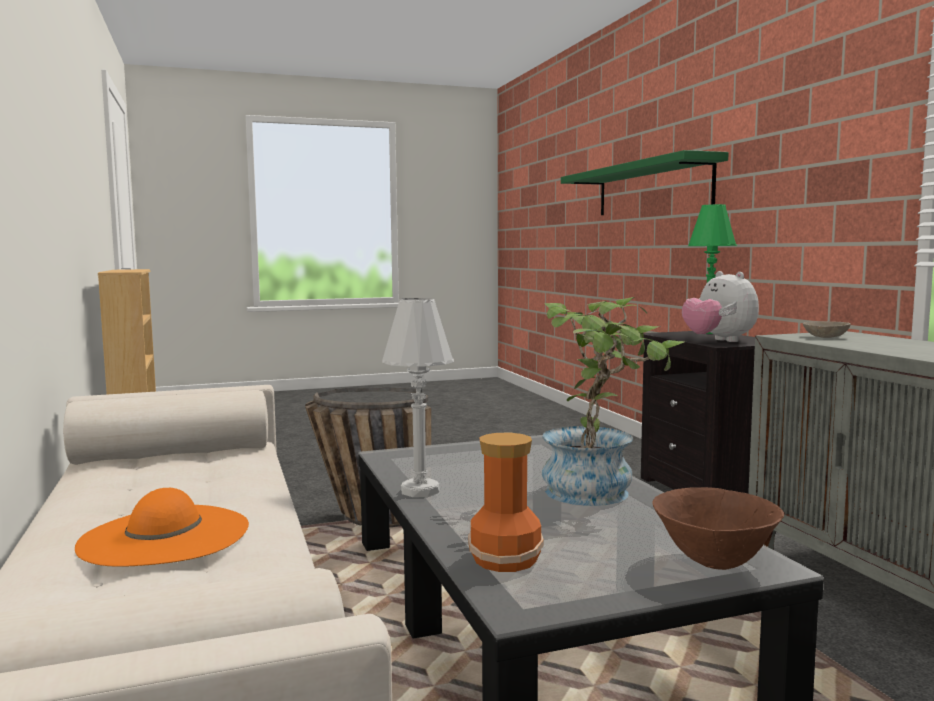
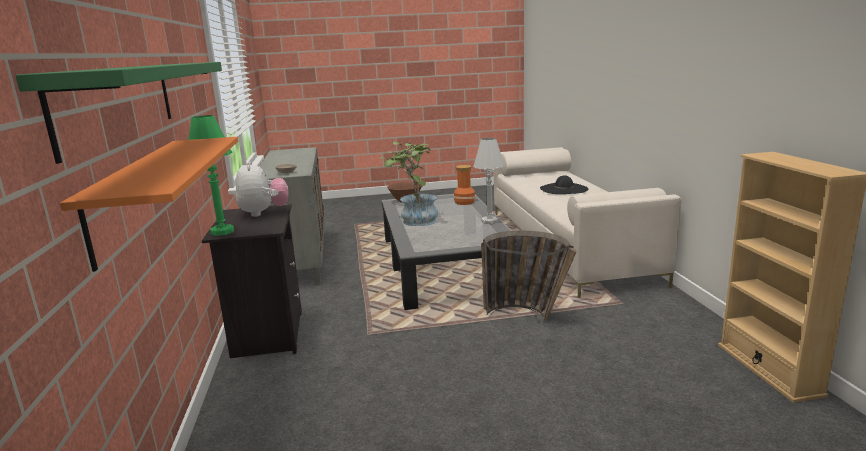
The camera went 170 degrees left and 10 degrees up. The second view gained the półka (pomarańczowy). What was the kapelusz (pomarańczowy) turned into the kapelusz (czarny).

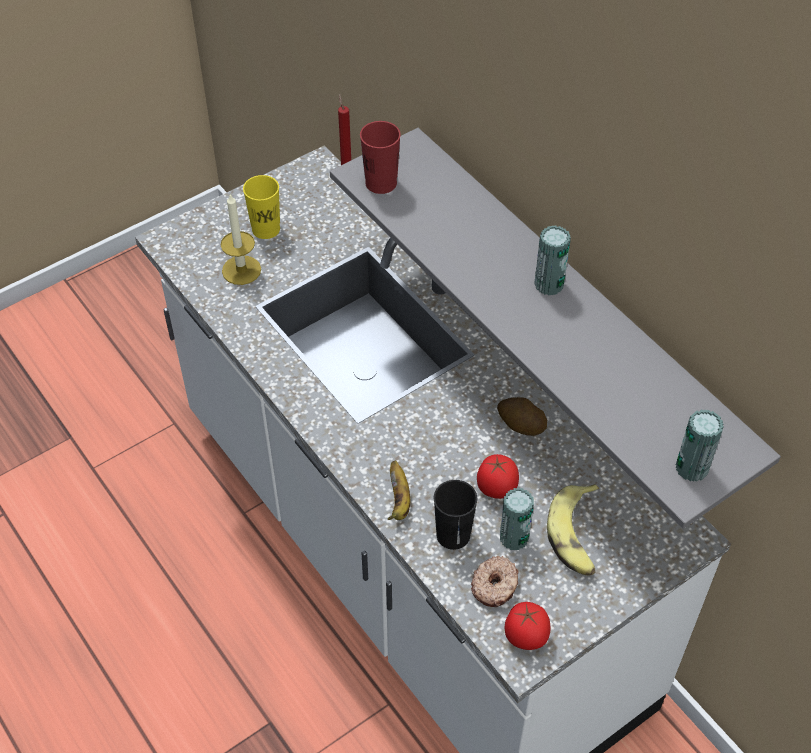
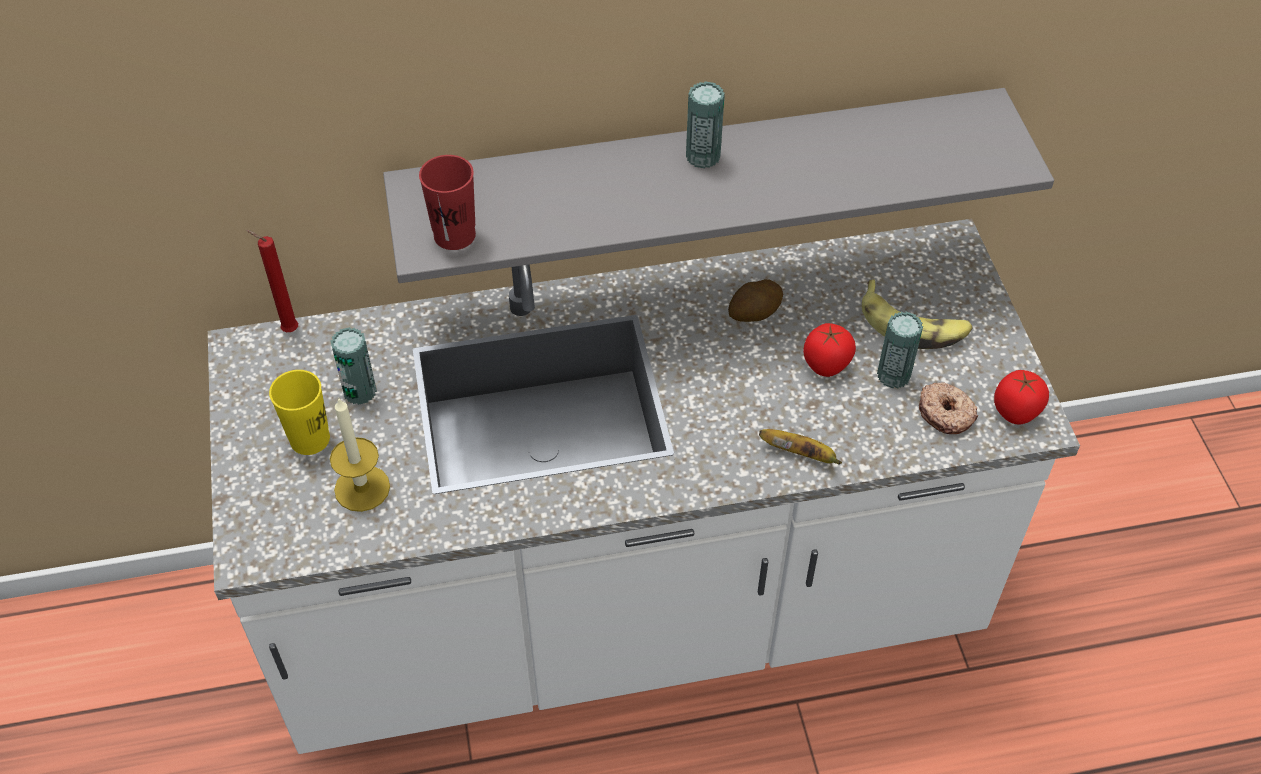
The camera went 65 degrees left and 0 degrees up. The puszka (3rd from left in the first image) ended up elsewhere. The second view lost the filiżanka (czarny).

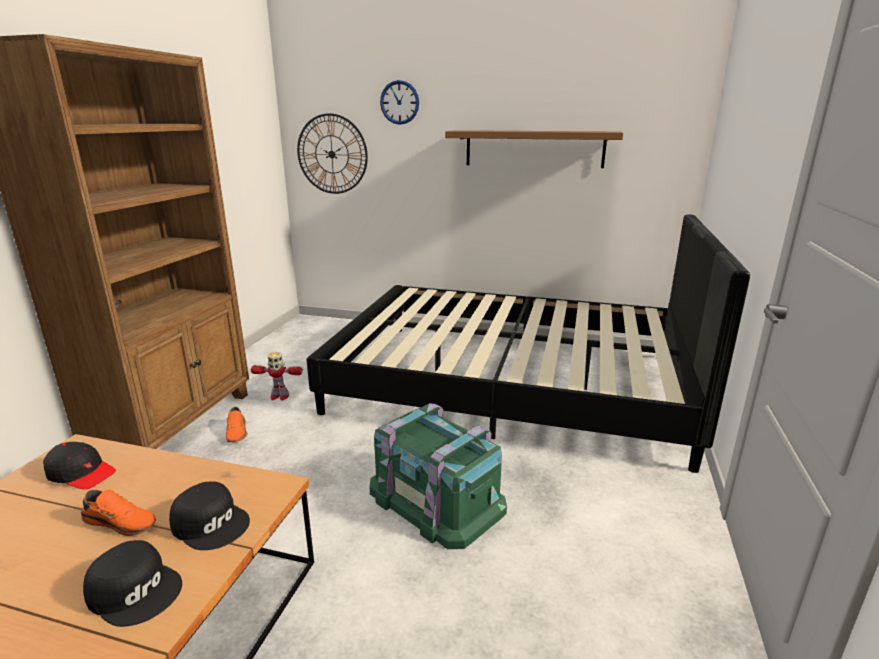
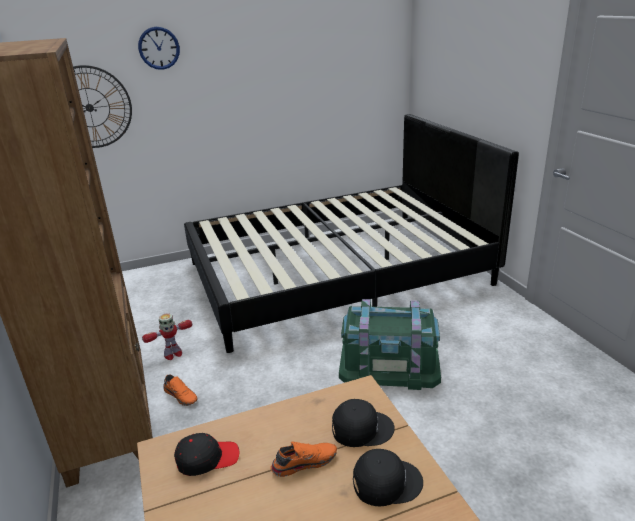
The camera went 35 degrees left and 5 degrees up. The second view lost the półka (brązowy).

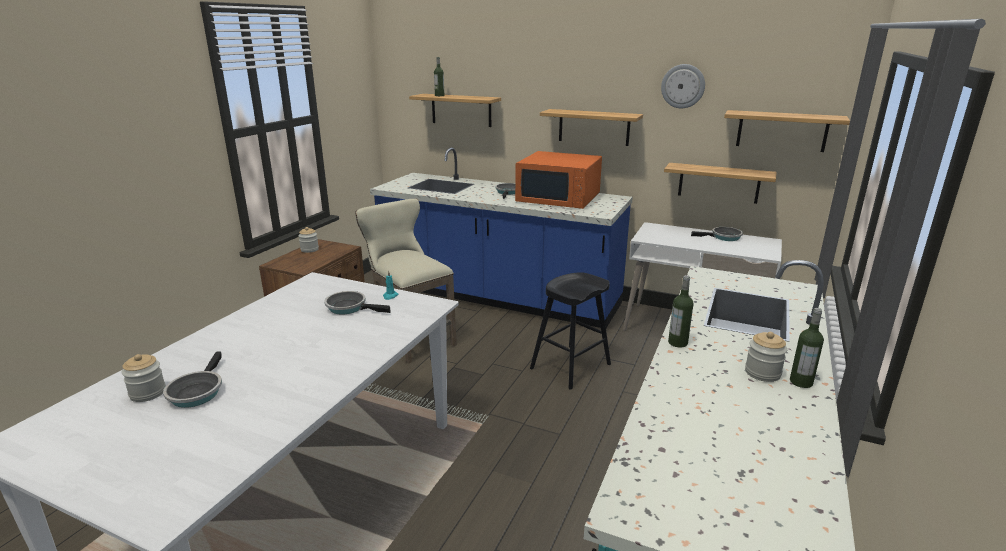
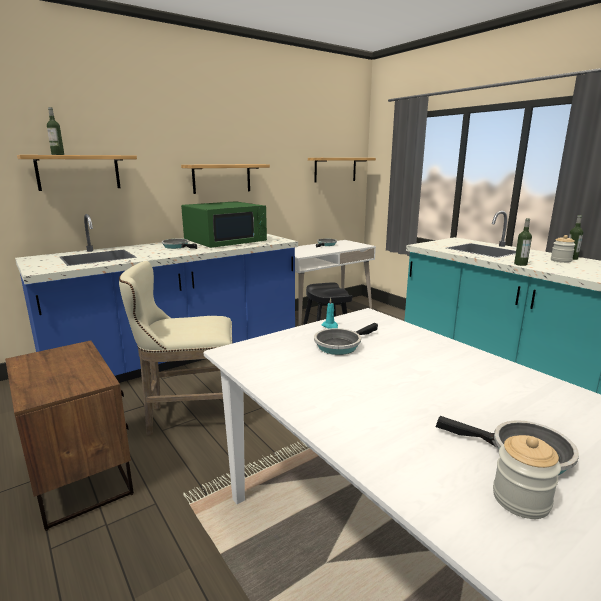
The camera went 60 degrees left and 5 degrees down. What was the mikrofalówka (pomarańczowy) turned into the mikrofalówka (zielony). The second view lost the słoik (2nd from left). The second view lost the zegar ścienny. The second view lost the półka (3rd from left).

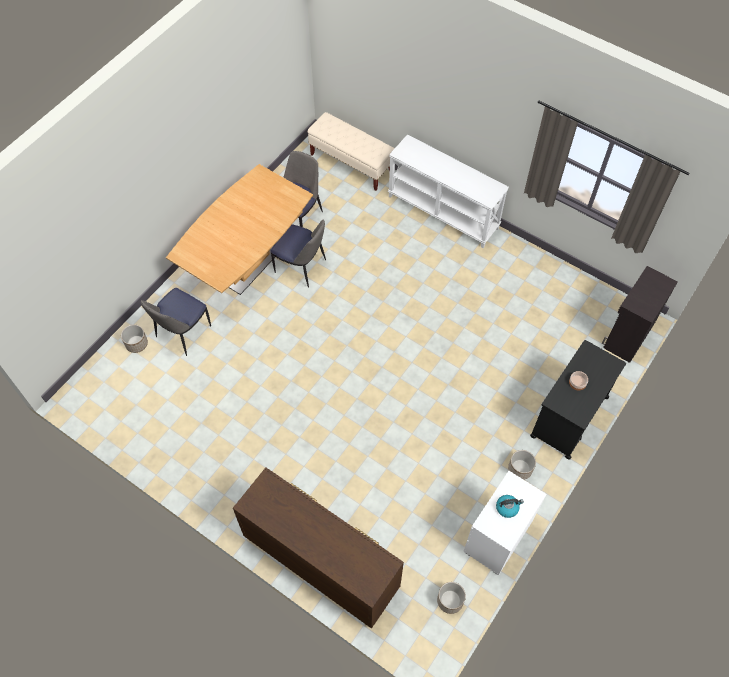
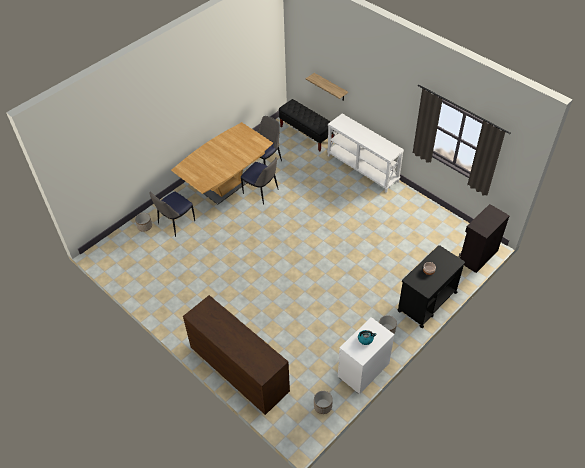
The camera went 10 degrees right and 10 degrees down. What was the ławka (beżowy) turned into the ławka (czarny). The second view gained the półka.

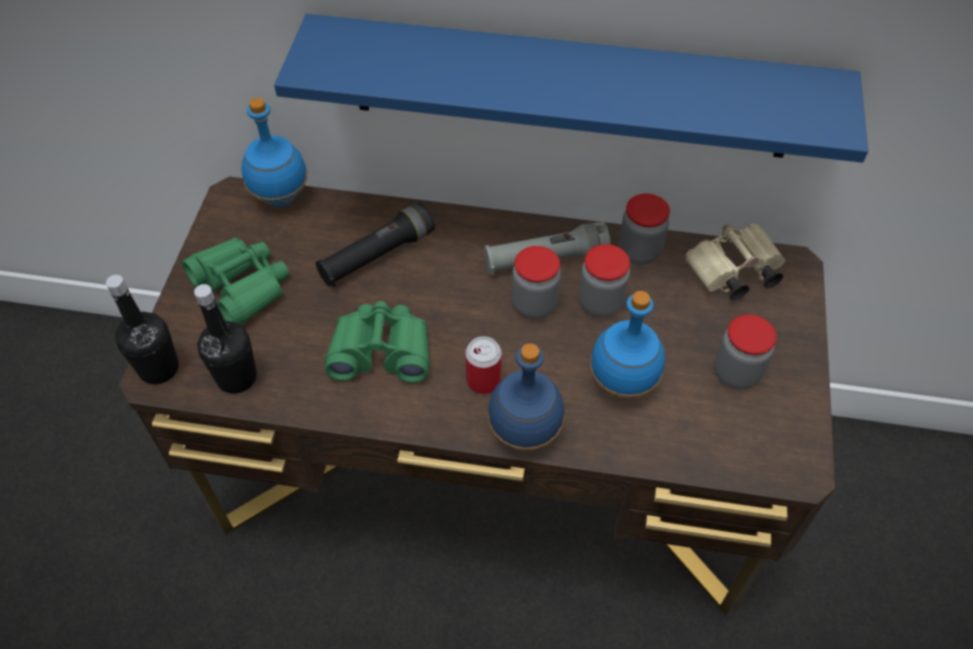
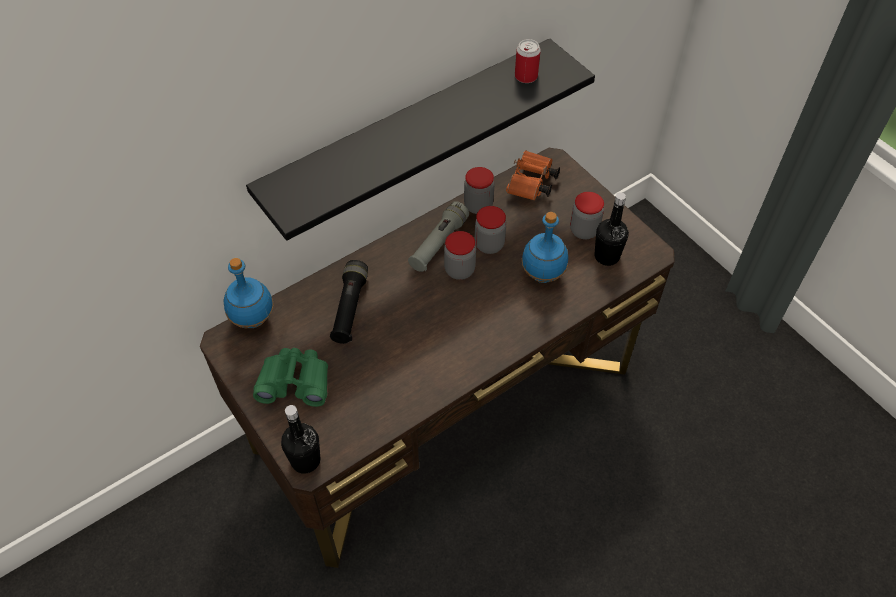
The camera went 45 degrees left and 0 degrees up. What was the półka (niebieski) turned into the półka (czarny). What was the lornetka (beżowy) turned into the lornetka (pomarańczowy). The puszka ended up elsewhere. The butelka (czarny) (2nd from left) ended up elsewhere. The second view lost the lornetka (zielony) (2nd from left). The second view lost the butelka (niebieski) (2nd from left).

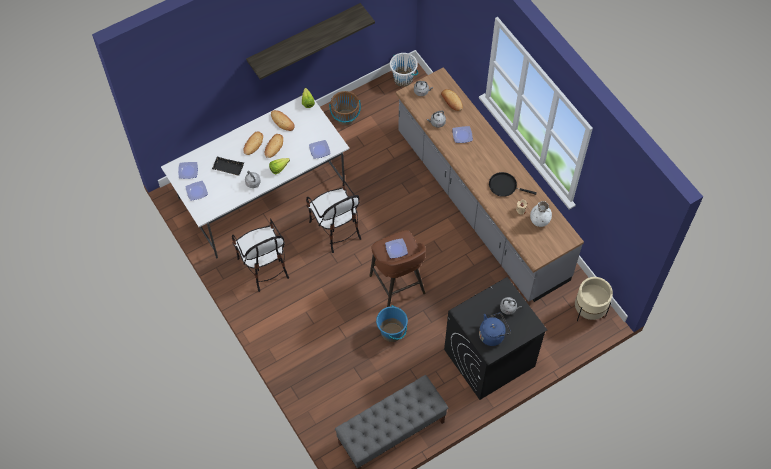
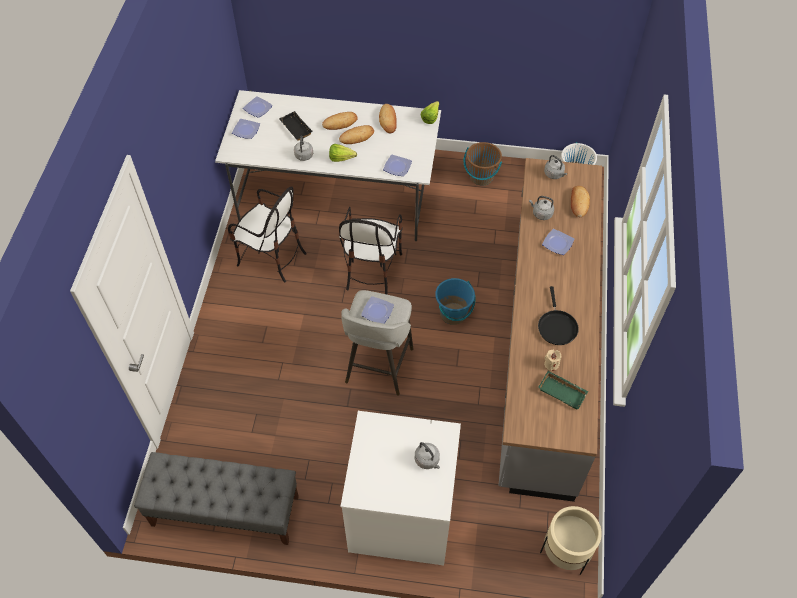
The camera went 40 degrees right and 5 degrees down. The krzesło (1st from left) ended up facing another way, 75 degrees counterclockwise from before. What was the pralka (czarny) turned into the pralka (biały). What was the stołek (brązowy) turned into the stołek (szary). The wiadro (niebieski) ended up elsewhere. The patelnia (czarny) ended up facing another way, 150 degrees counterclockwise from before. Where the wazon (biały) stood, the taca (zielony) came to stand. The second view lost the półka. The second view lost the czajnik (niebieski).

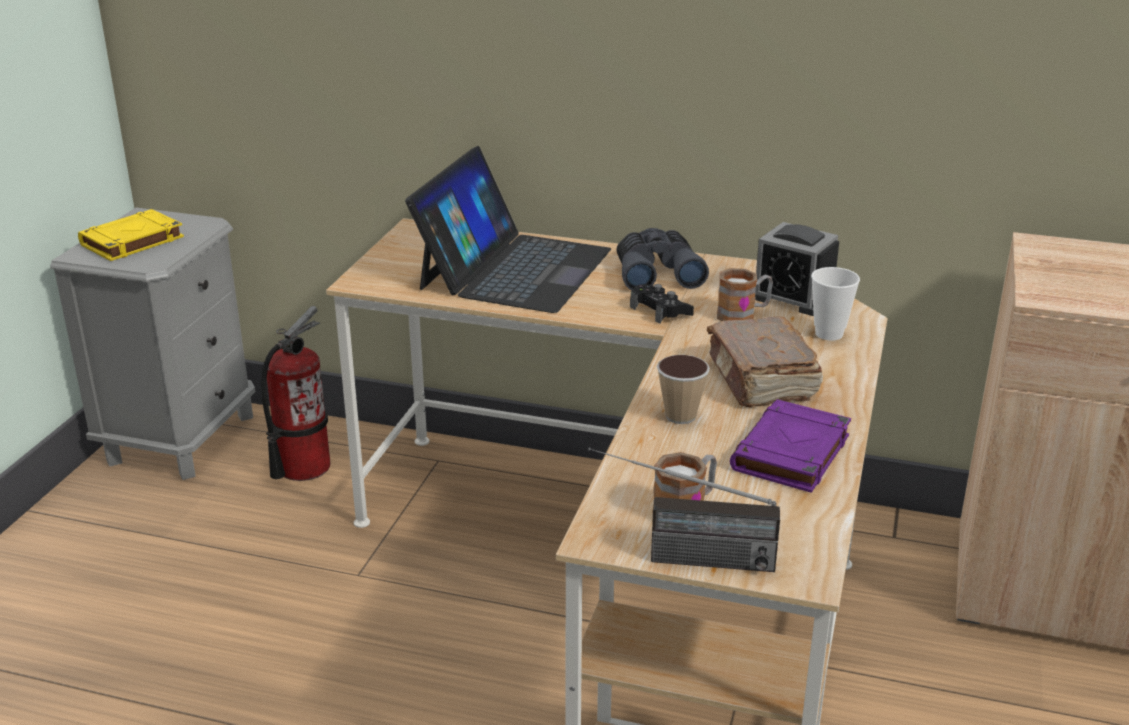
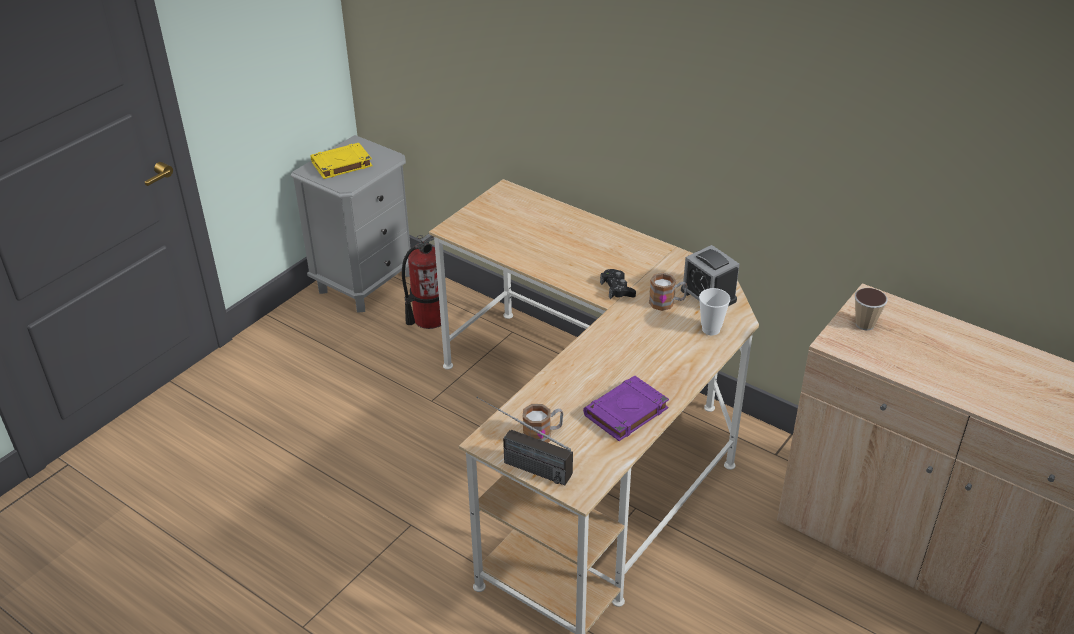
The camera went 20 degrees right and 10 degrees up. The filiżanka (1st from left in the first image) ended up elsewhere. The second view lost the laptop. The second view lost the lornetka (szary). The second view lost the książka (brązowy).

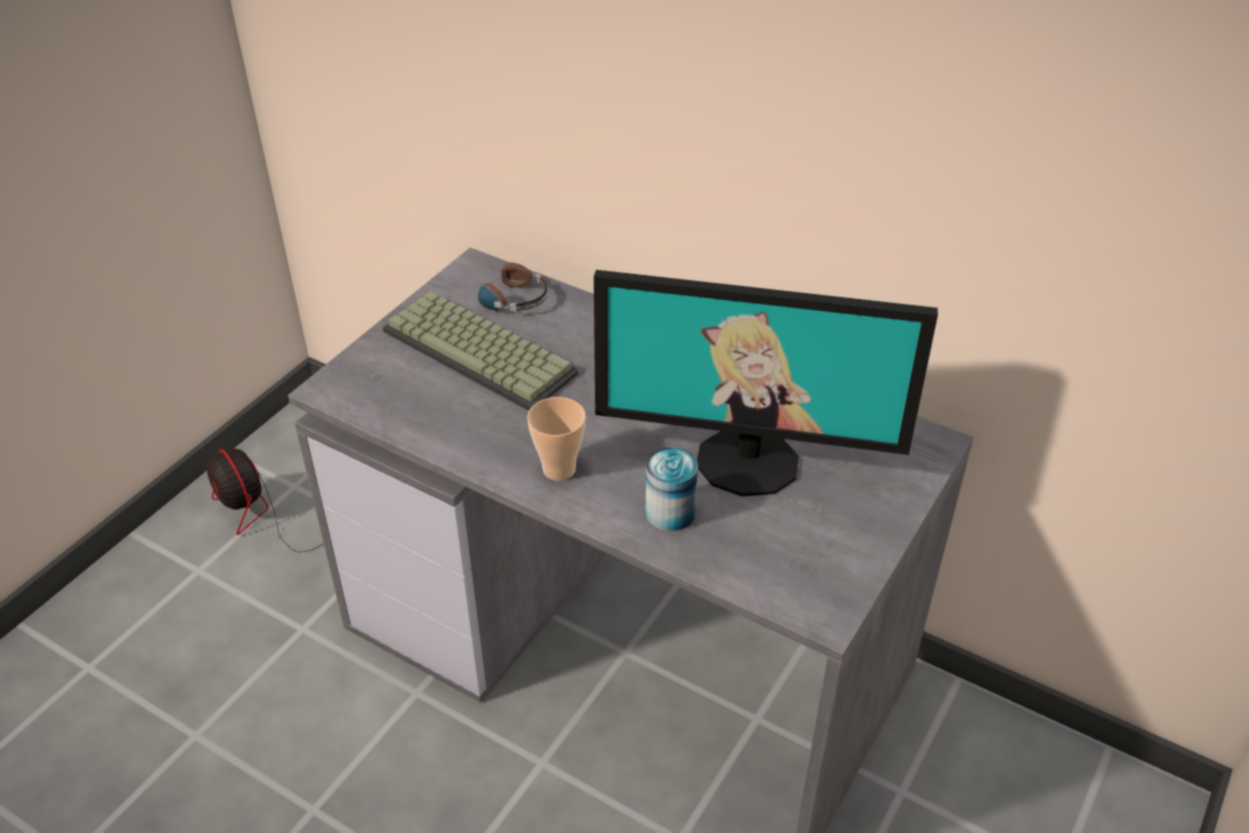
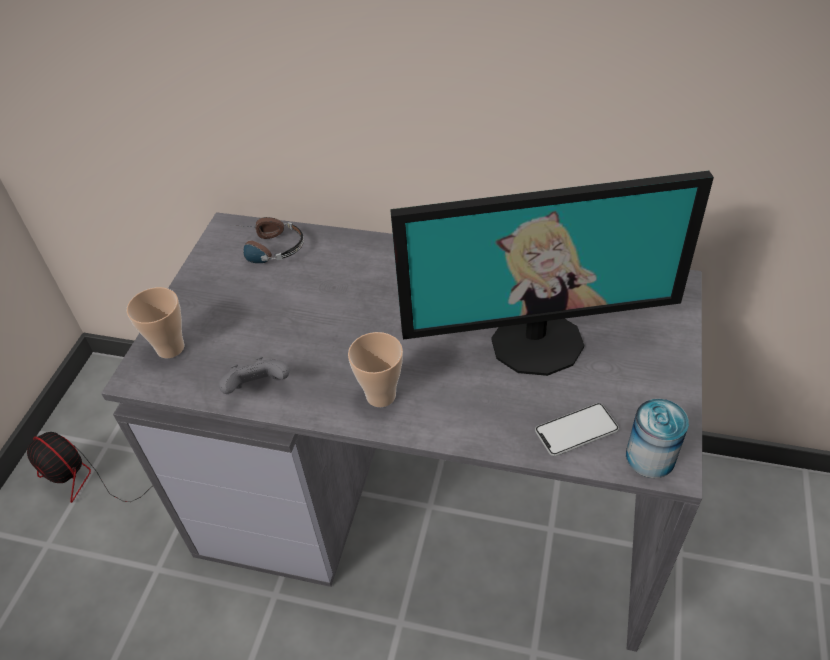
The camera went 15 degrees left and 5 degrees up. The second view gained the filiżanka (1st from left). The second view gained the pad do gier (szary). The second view gained the telefon. The puszka ended up elsewhere. The second view lost the klawiatura.

